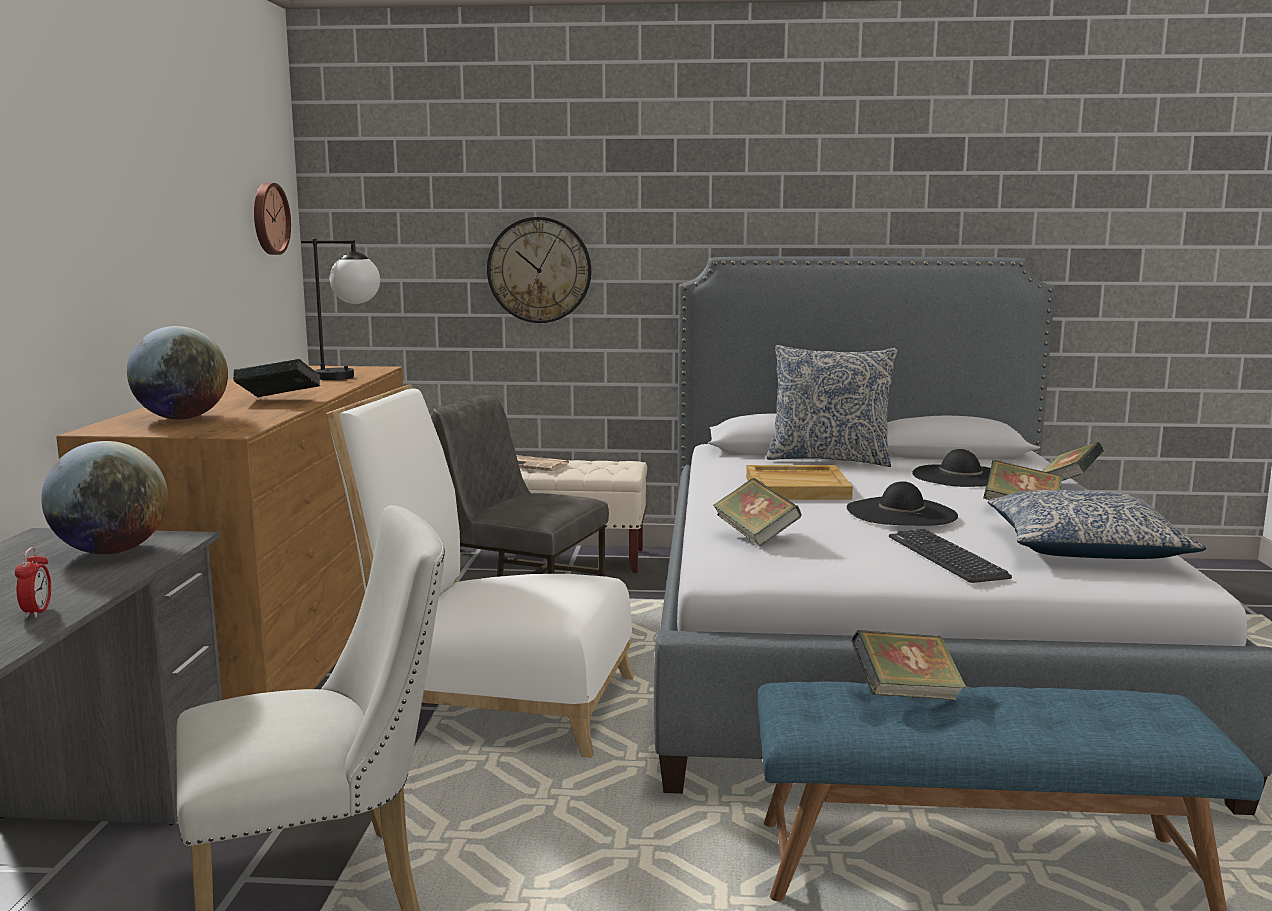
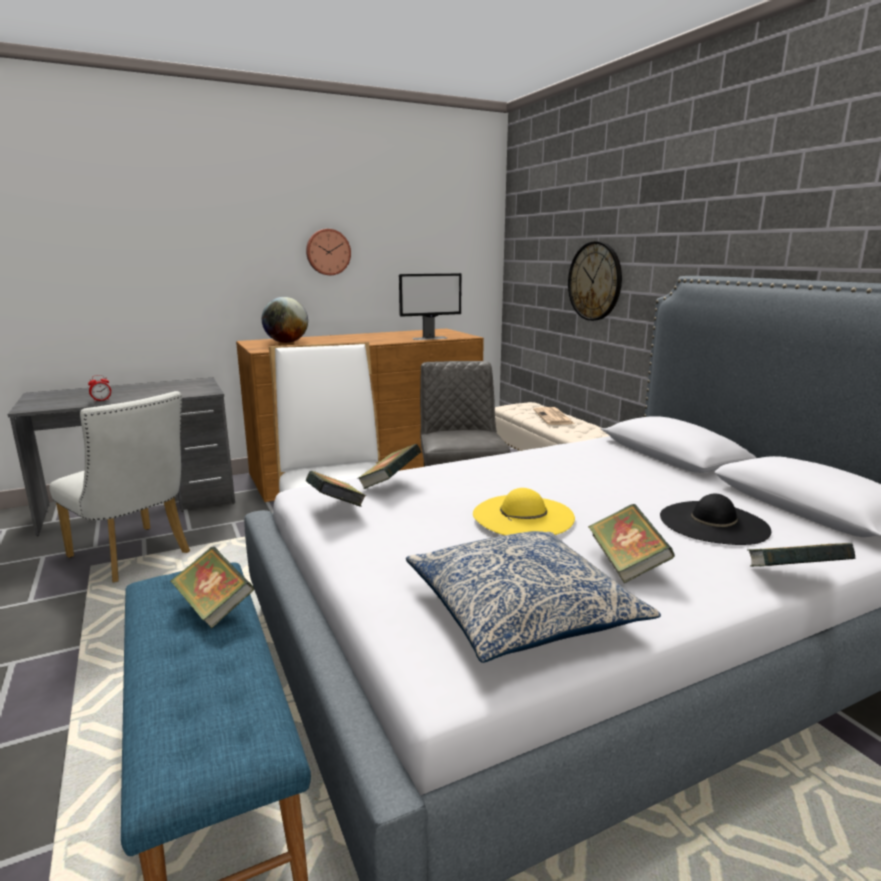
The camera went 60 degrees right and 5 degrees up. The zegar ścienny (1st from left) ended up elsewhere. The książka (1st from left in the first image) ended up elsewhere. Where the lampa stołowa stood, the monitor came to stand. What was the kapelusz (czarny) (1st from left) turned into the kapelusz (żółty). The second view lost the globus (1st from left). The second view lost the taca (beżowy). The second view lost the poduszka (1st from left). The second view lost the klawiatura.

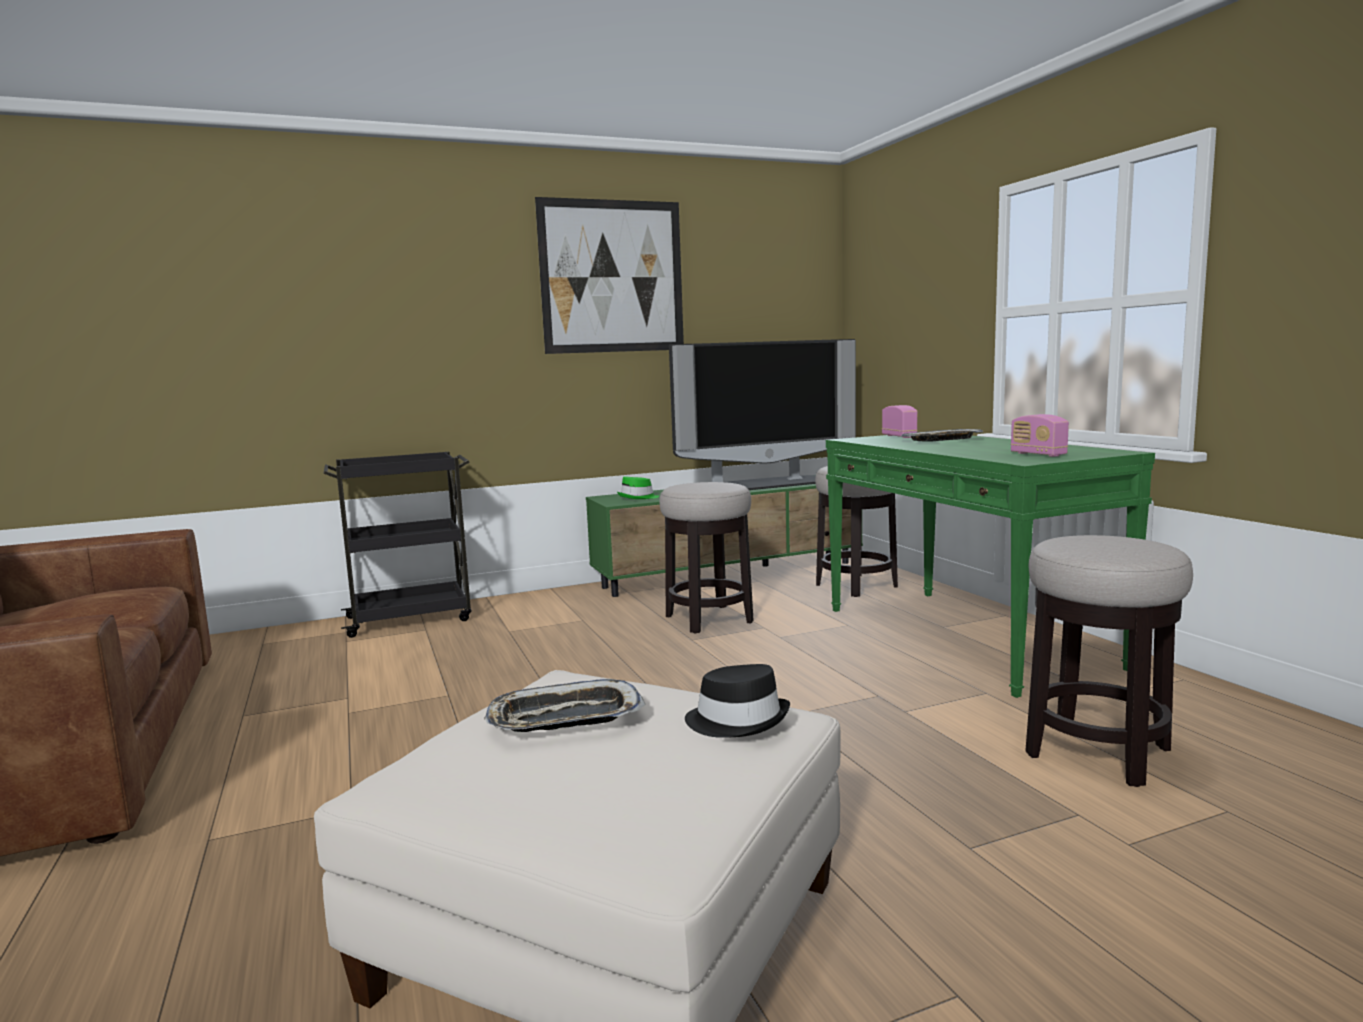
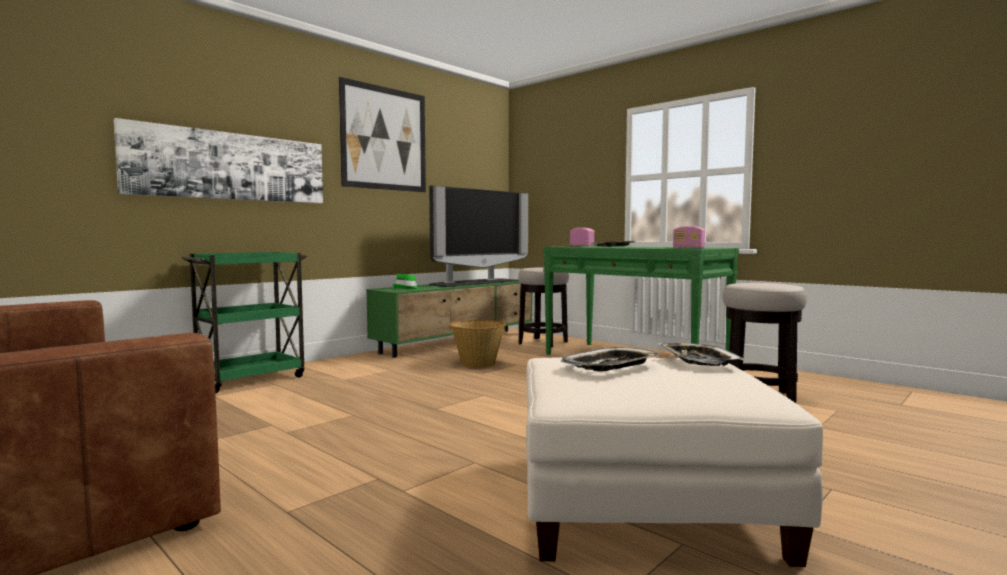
The camera went 25 degrees left and 5 degrees down. The second view gained the obraz (1st from left). What was the wózek (czarny) turned into the wózek (zielony). Where the stołek (1st from left) stood, the koszyk came to stand. Where the kapelusz (czarny) stood, the taca (3rd from left) came to stand.

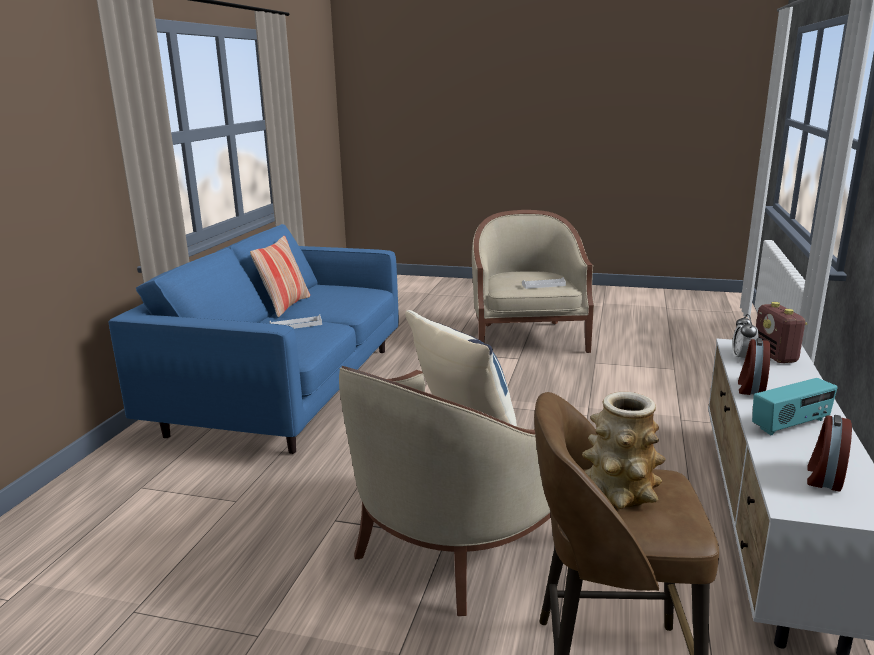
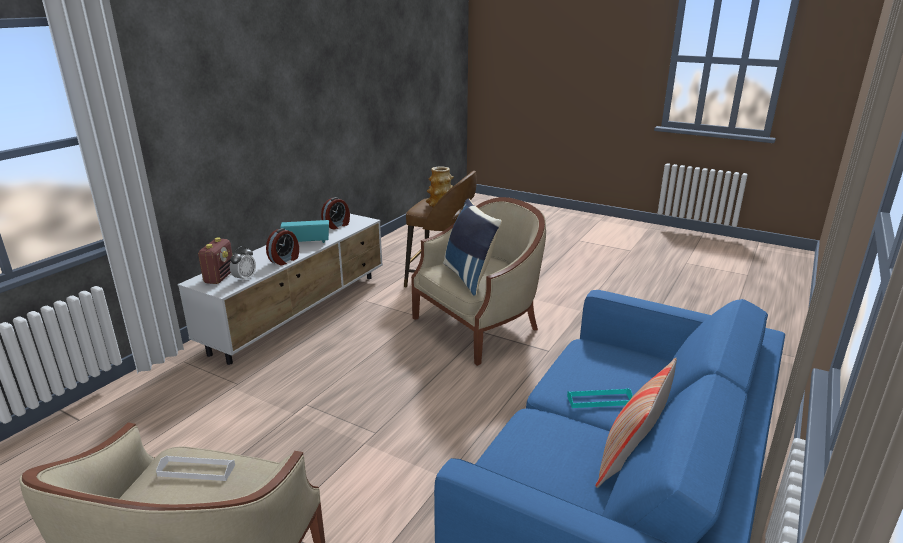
The camera went 165 degrees left and 5 degrees up. What was the taca (biały) (1st from left) turned into the taca (turkusowy).

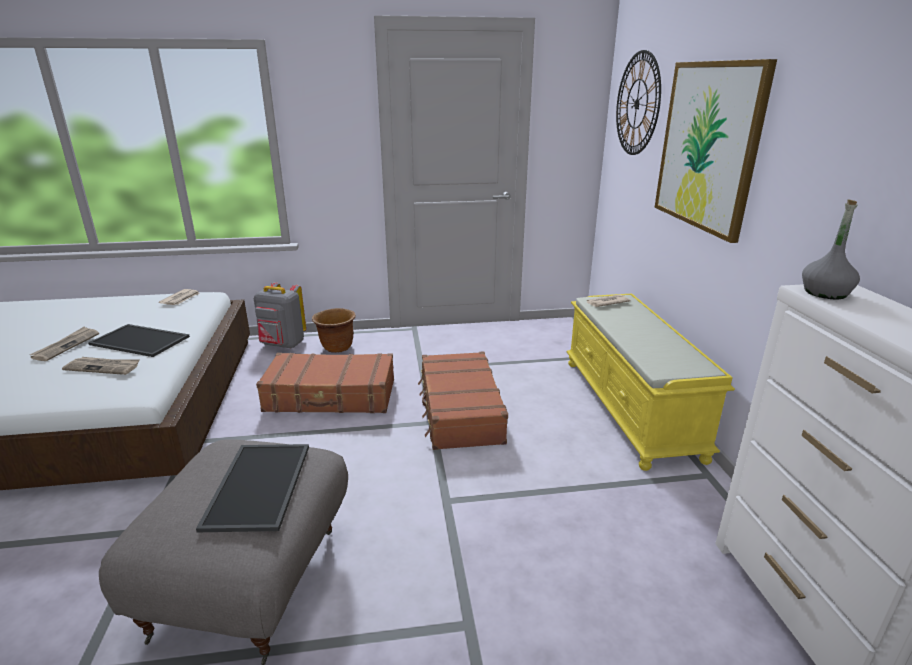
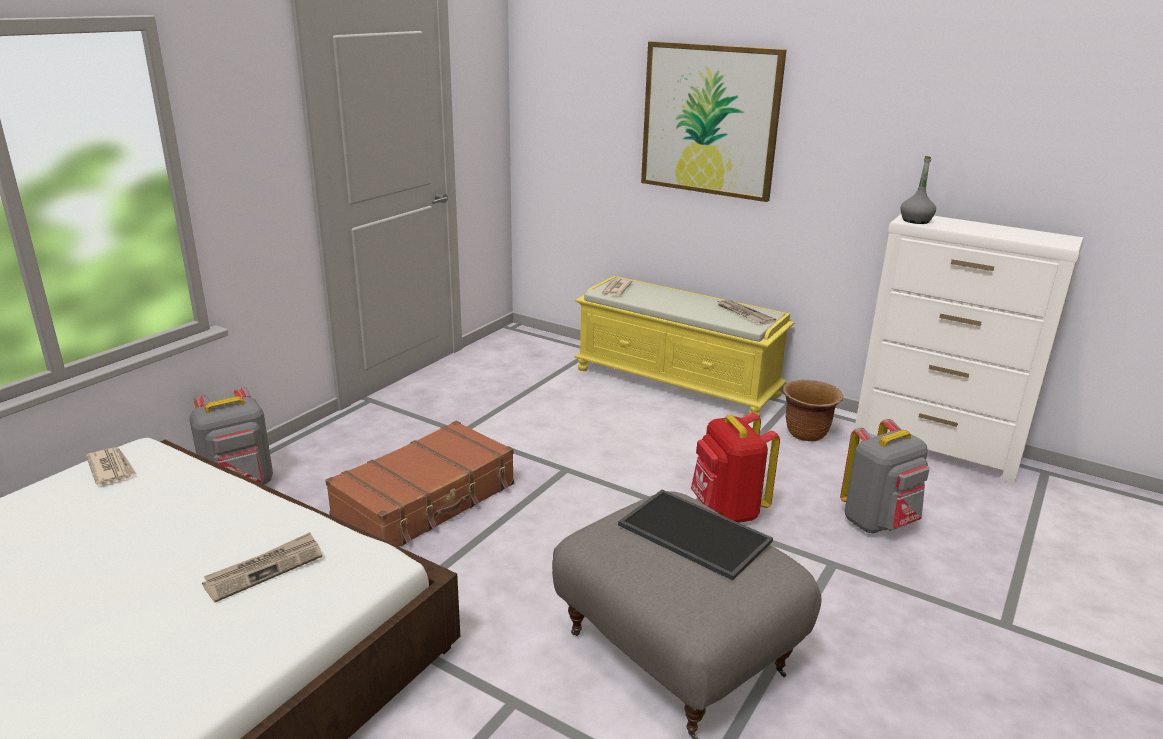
The camera went 50 degrees left and 0 degrees up. The second view gained the plecak (czerwony). The gazeta (1st from left in the first image) ended up elsewhere. The donica (brązowy) ended up elsewhere. The second view gained the plecak (szary) (2nd from left). The second view lost the taca (1st from left). The second view lost the walizka (brązowy) (2nd from left). The second view lost the zegar ścienny.

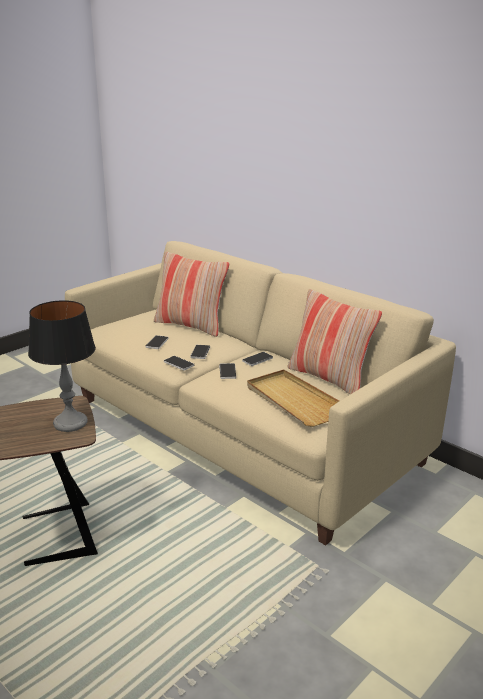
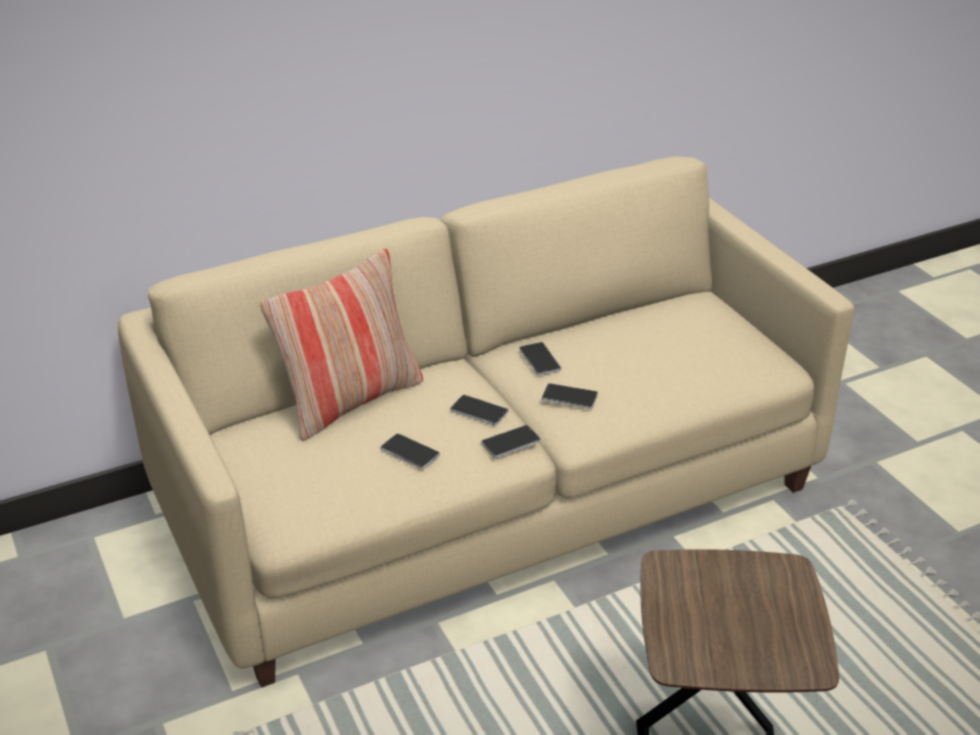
The camera went 70 degrees left and 10 degrees up. The second view lost the lampa stołowa. The second view lost the taca (beżowy). The second view lost the poduszka (2nd from left).

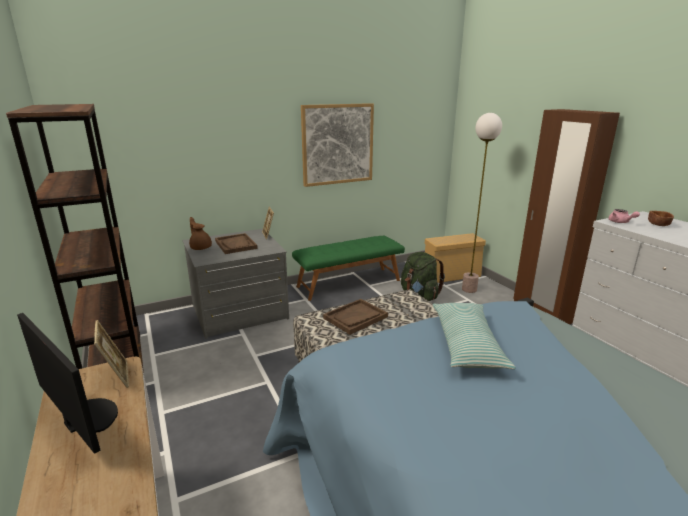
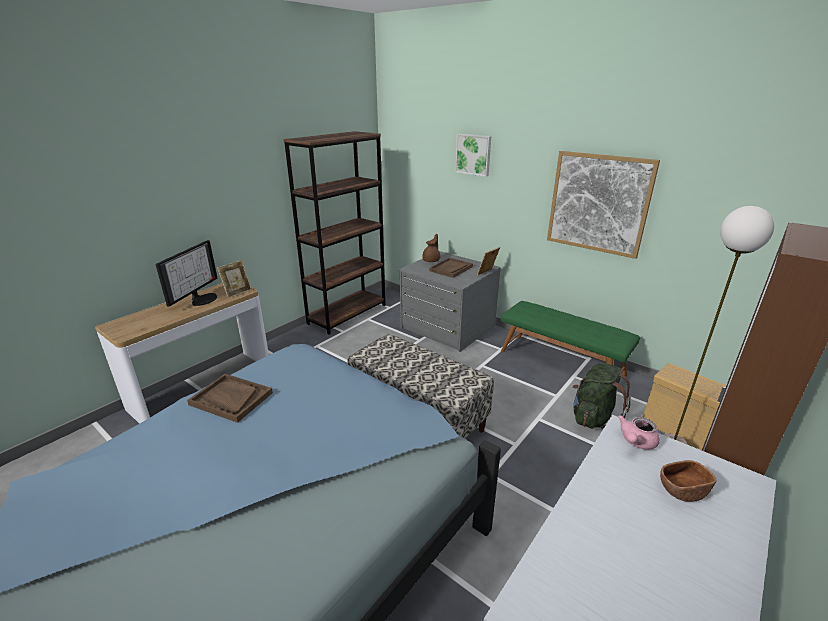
The camera went 65 degrees right and 5 degrees up. The taca (brązowy) (2nd from left in the first image) ended up elsewhere. The second view gained the obraz (1st from left). The second view lost the poduszka.

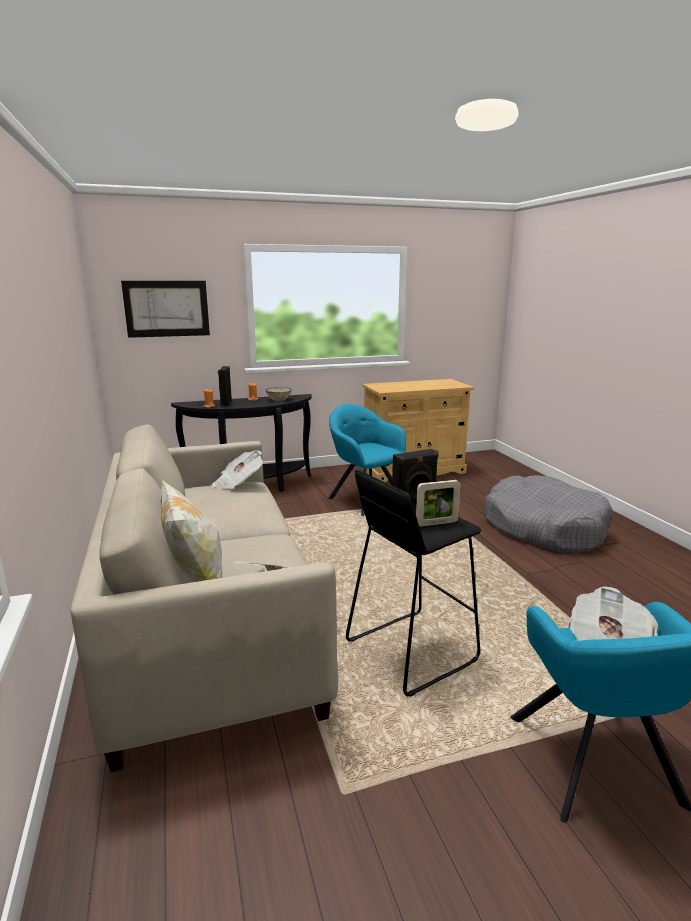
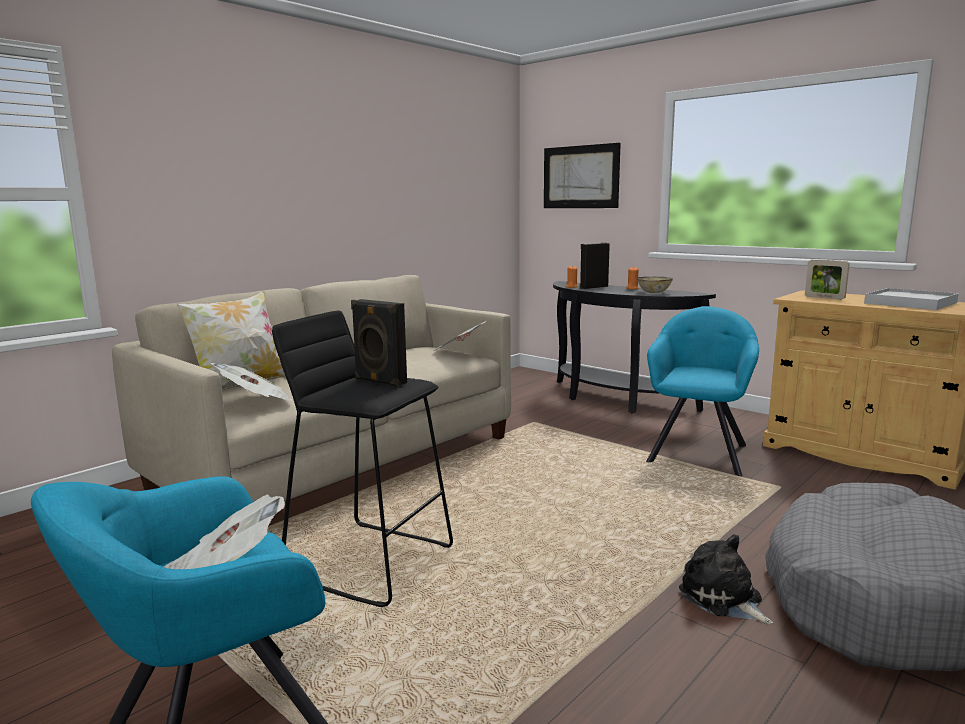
The camera went 60 degrees right and 5 degrees down. The second view gained the pluszak. The ramka na zdjęcie ended up elsewhere. The second view gained the taca (biały).

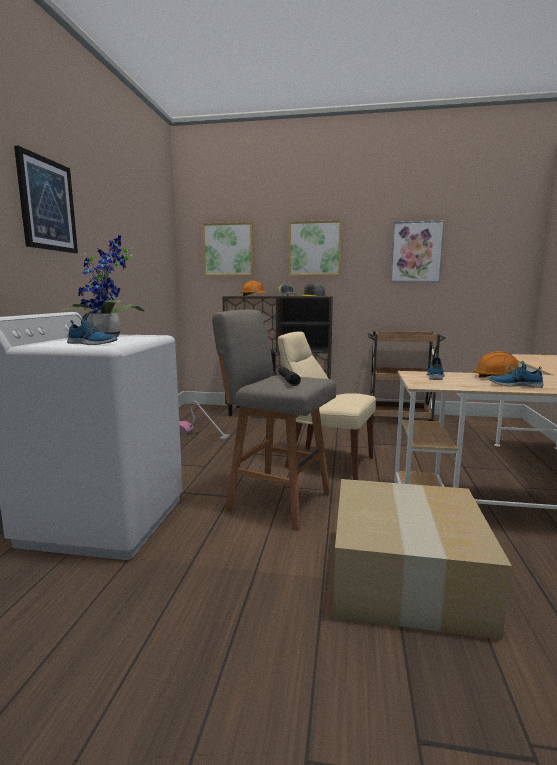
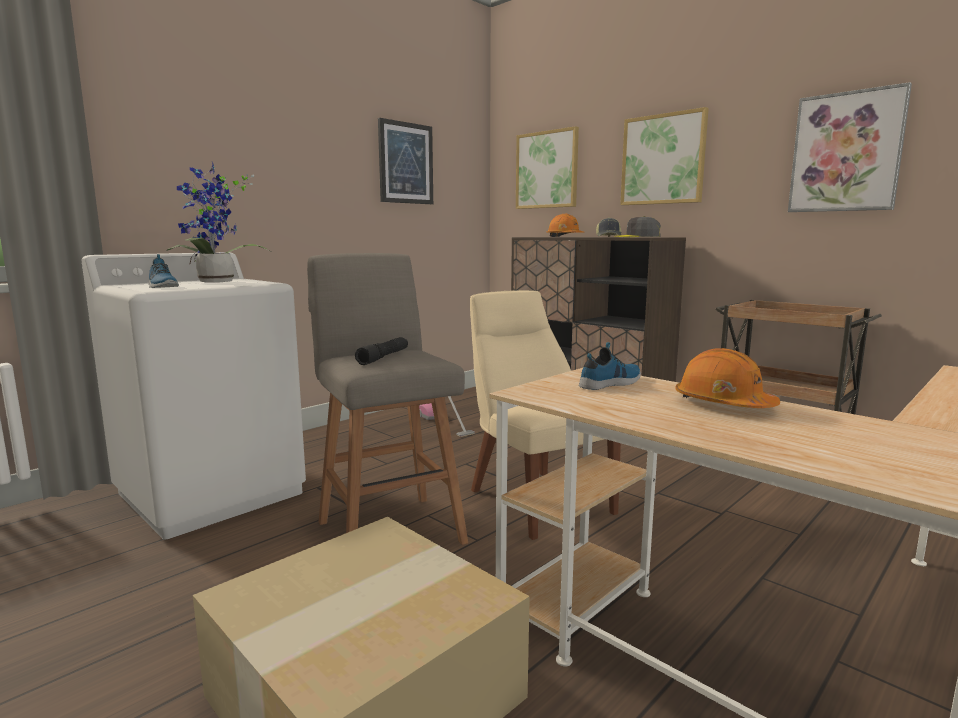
The camera went 35 degrees right and 0 degrees up. The obraz (1st from left) ended up elsewhere. The second view lost the but (3rd from left).

